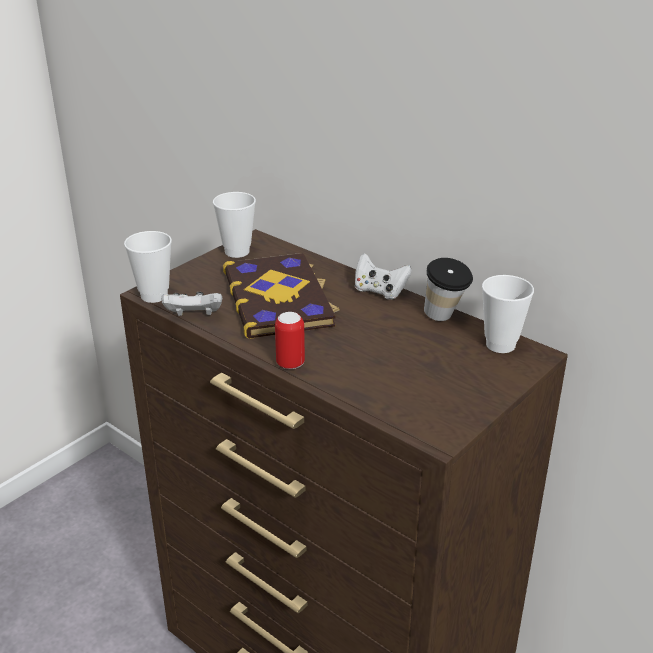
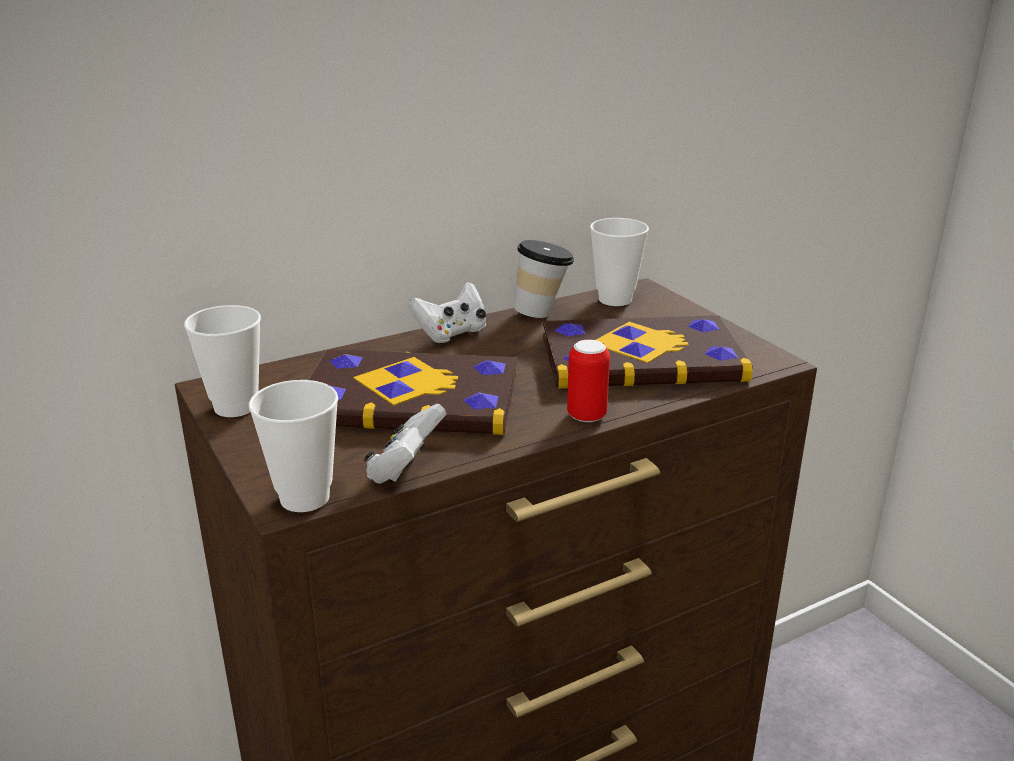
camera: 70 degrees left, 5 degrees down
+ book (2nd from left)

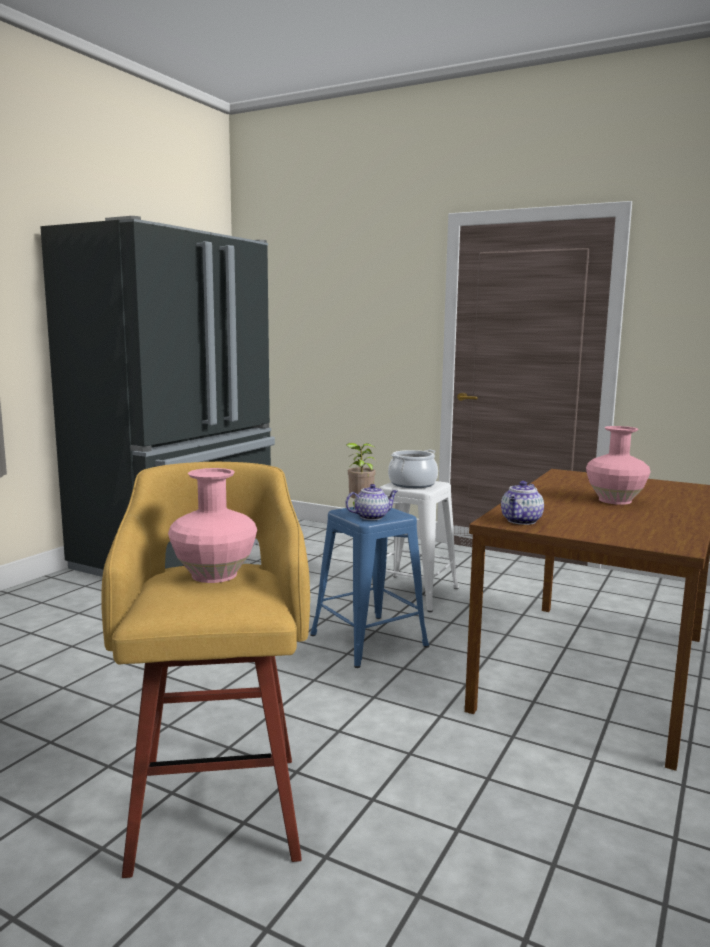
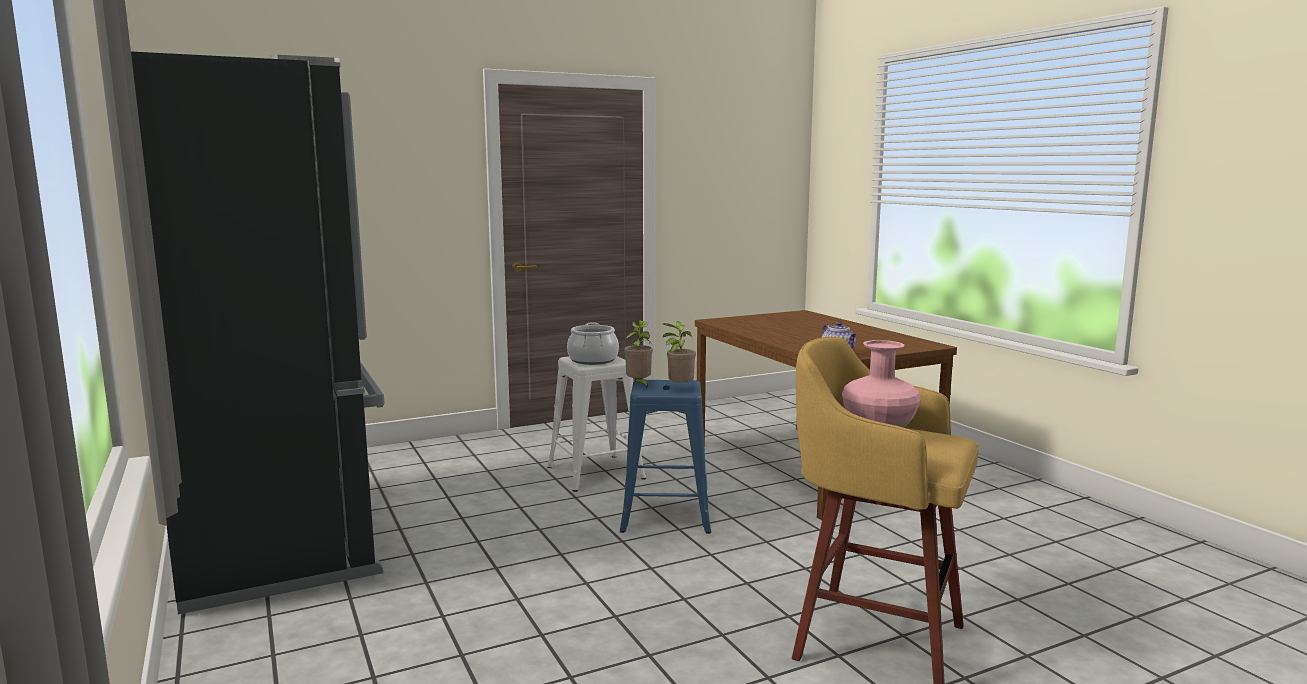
camera: 55 degrees left, 0 degrees up
- pinkish decorative vase (2nd from left)
~ tea pot (1st from left) to plant in a pot (2nd from left)

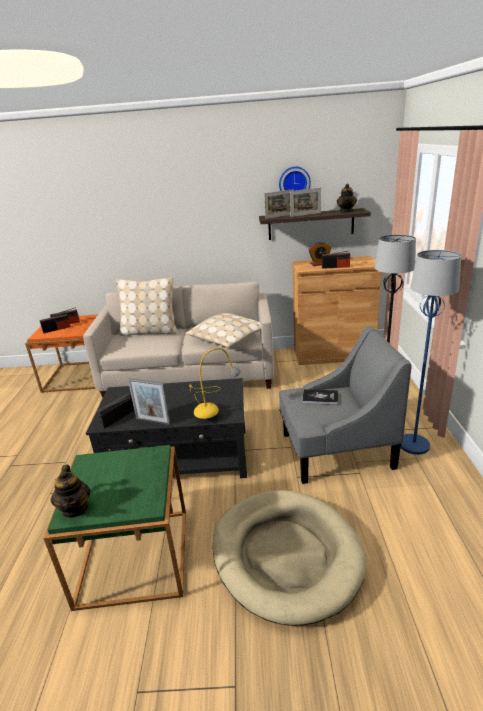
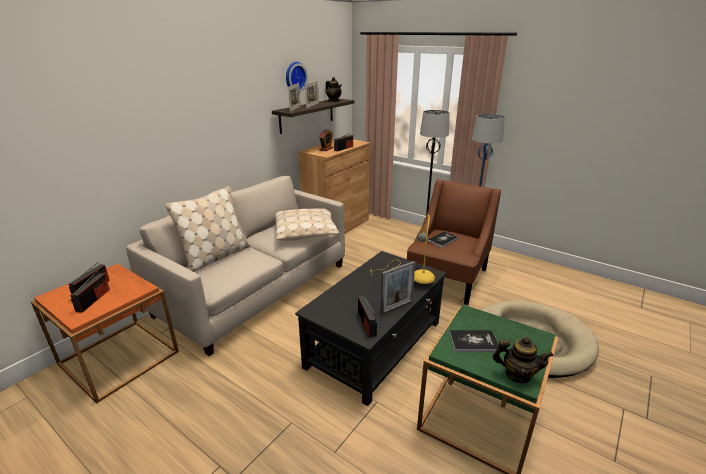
camera: 55 degrees left, 0 degrees up
~ gray easy chair to brownish easy chair
+ book (2nd from left)

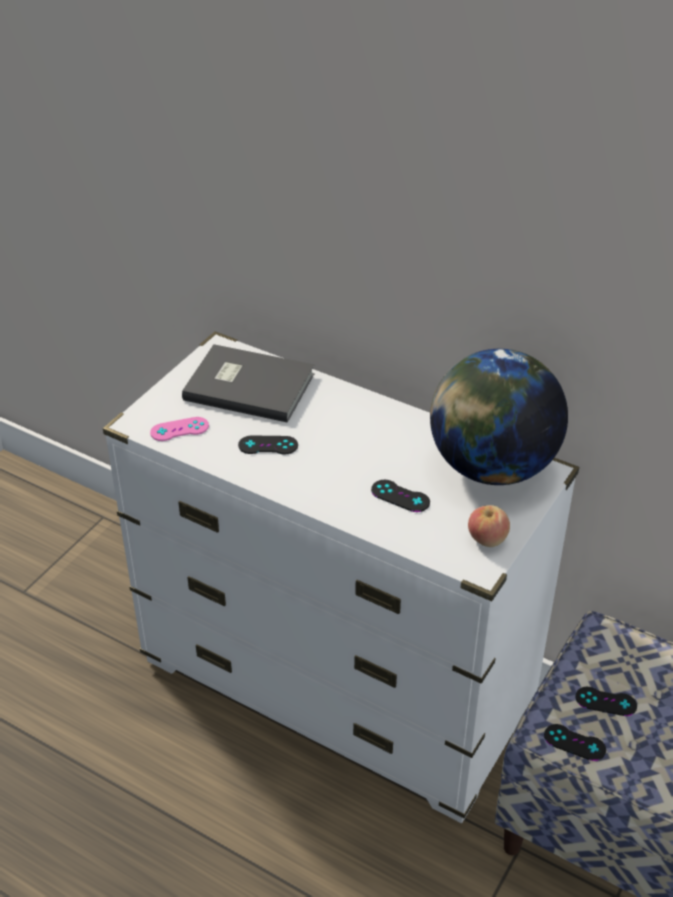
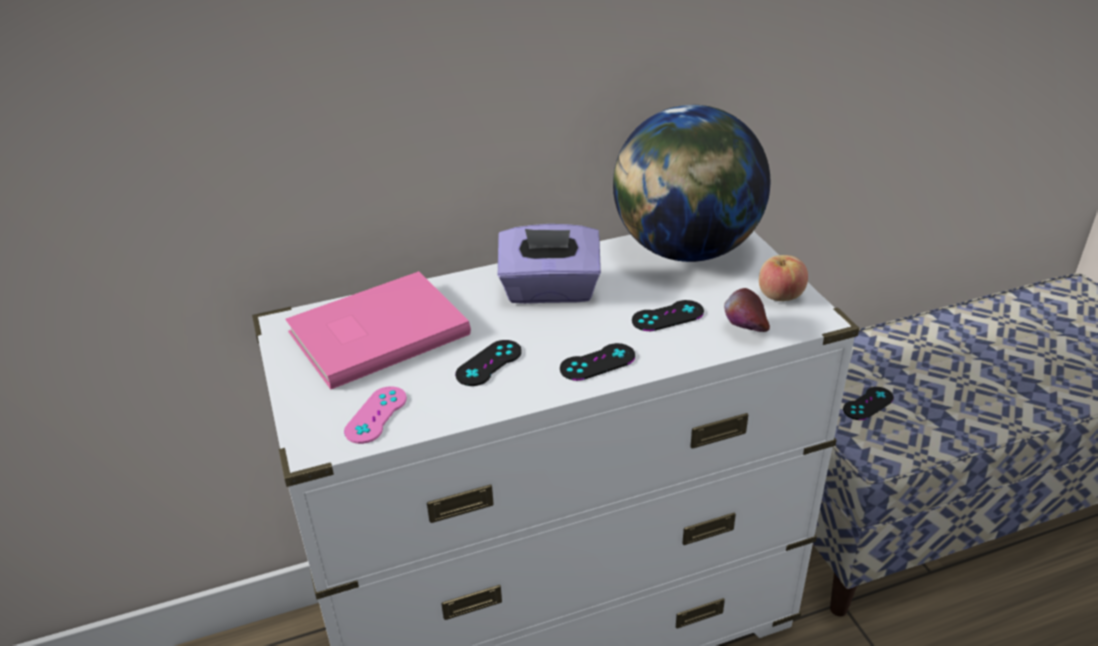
camera: 50 degrees left, 5 degrees down
~ gray book to pinkish book
~ black-coloured game controller (3rd from left in the first image) to black-coloured game controller (2nd from left)
+ purplish tissue box
+ apple (1st from left)

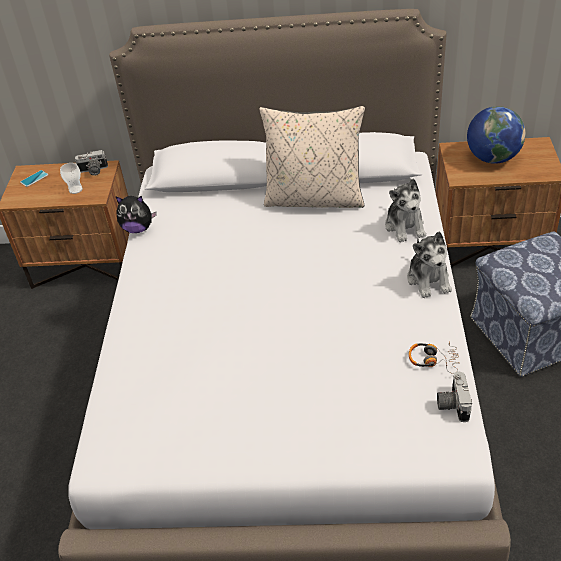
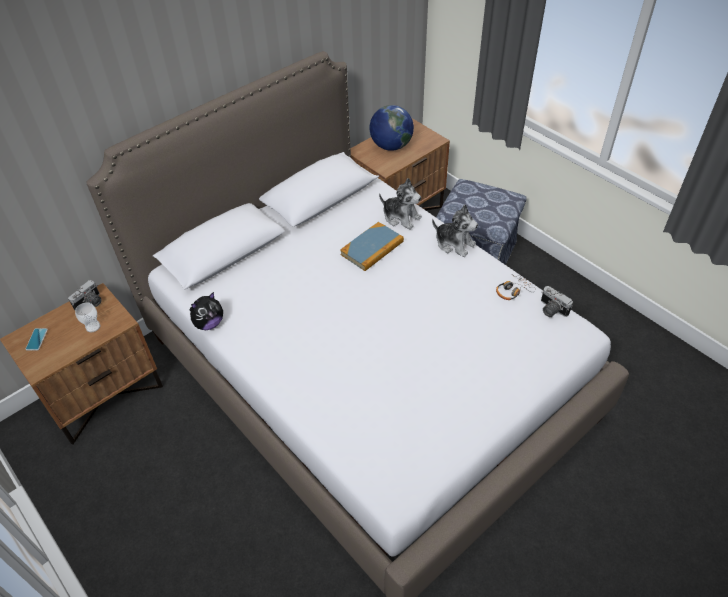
camera: 45 degrees left, 5 degrees up
- beige-coloured pillow
+ book

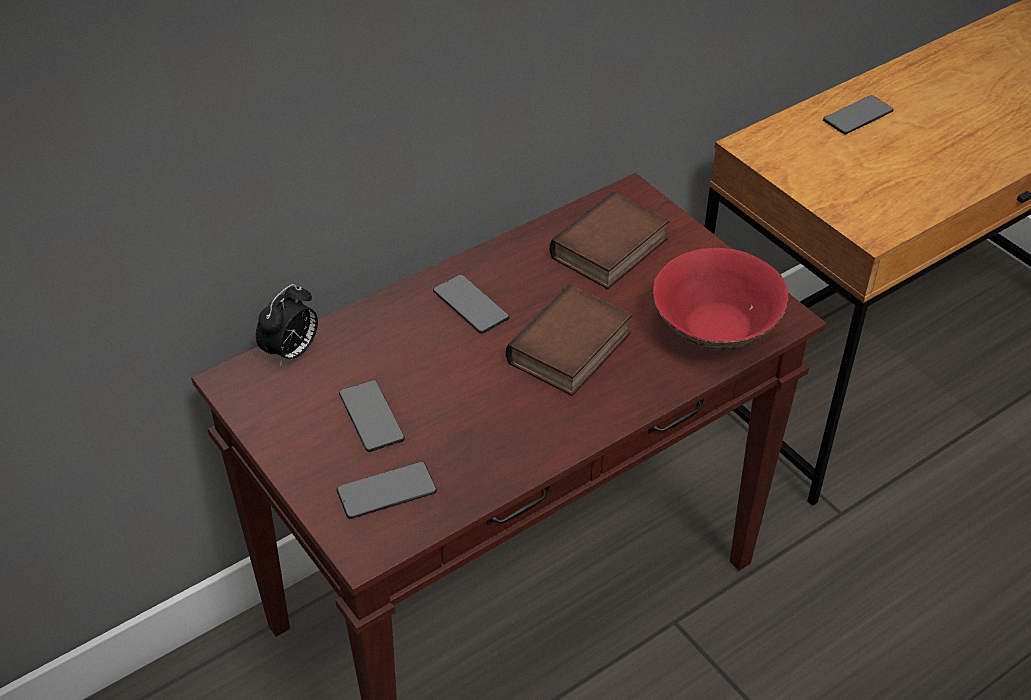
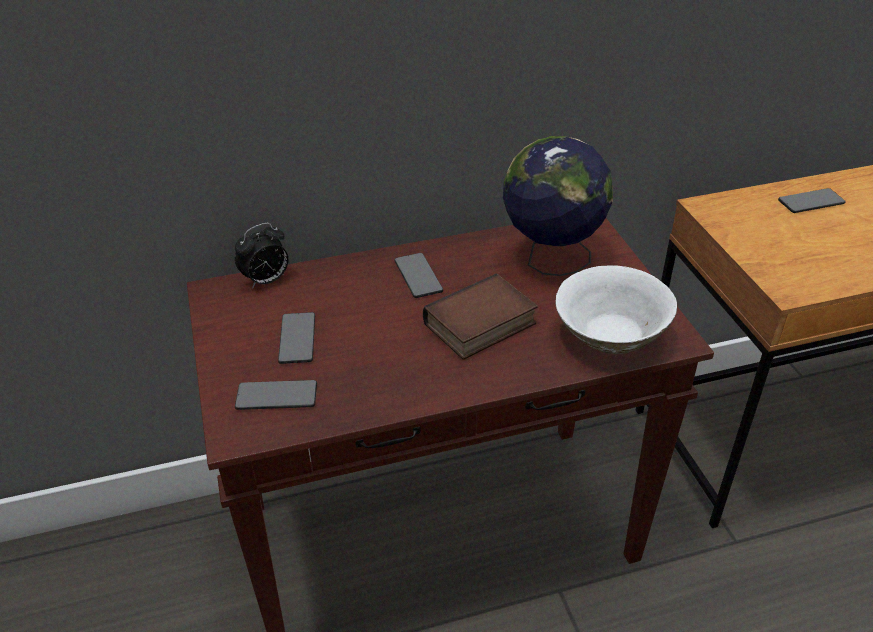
camera: 20 degrees right, 5 degrees down
~ book (2nd from left) to desk globe
~ red-coloured bowl to white-coloured bowl

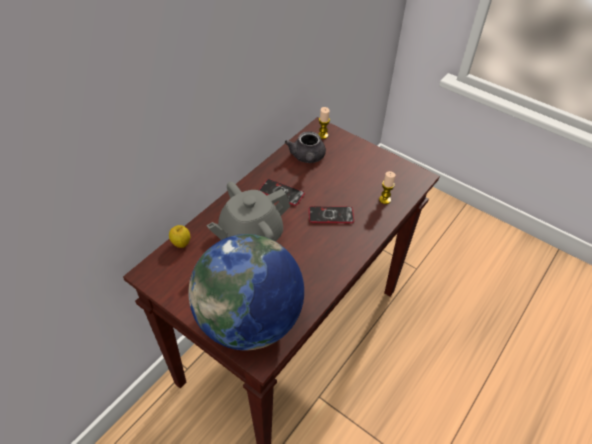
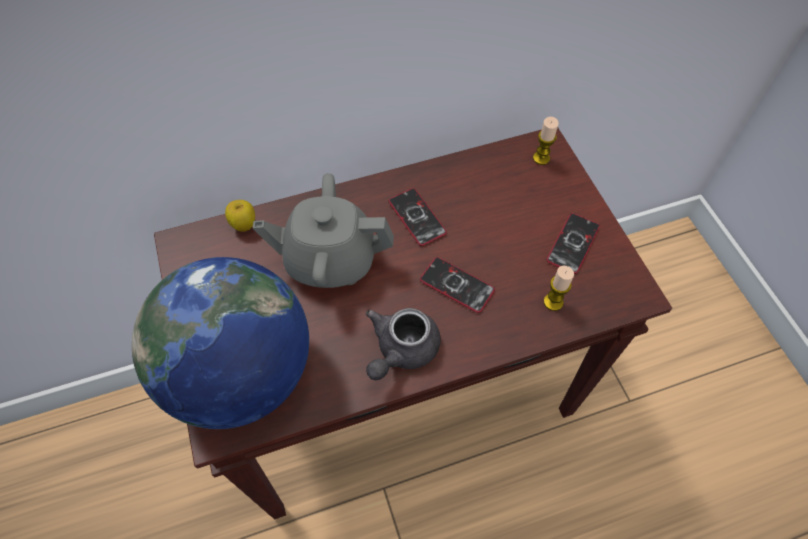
camera: 35 degrees right, 10 degrees up
~ gray tea pot (2nd from left)
+ handset (3rd from left)

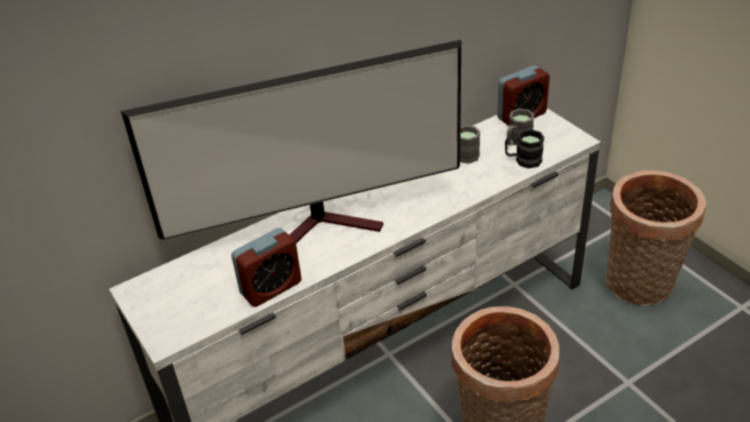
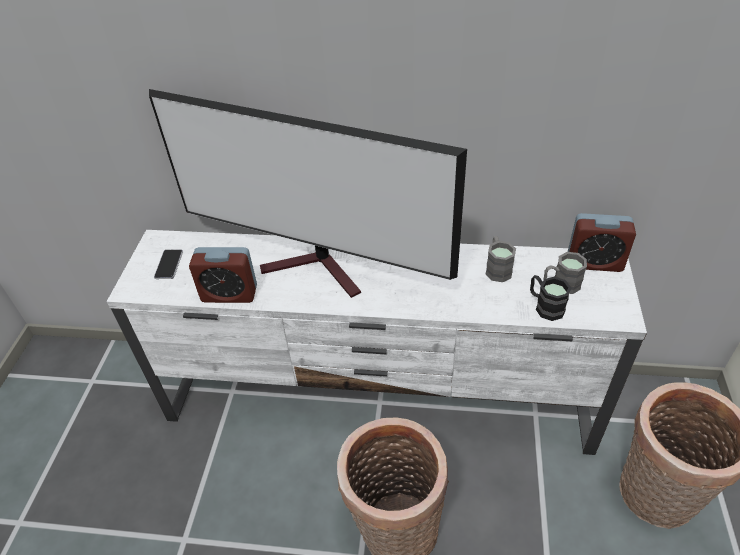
camera: 40 degrees right, 5 degrees up
+ handset

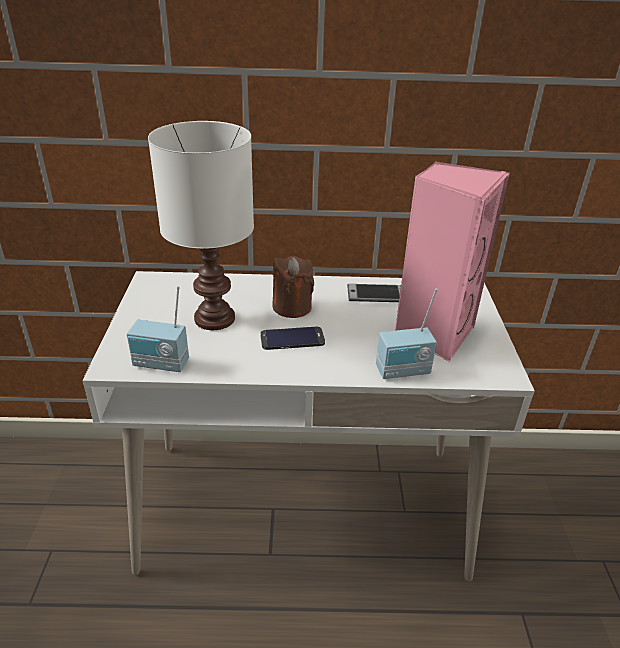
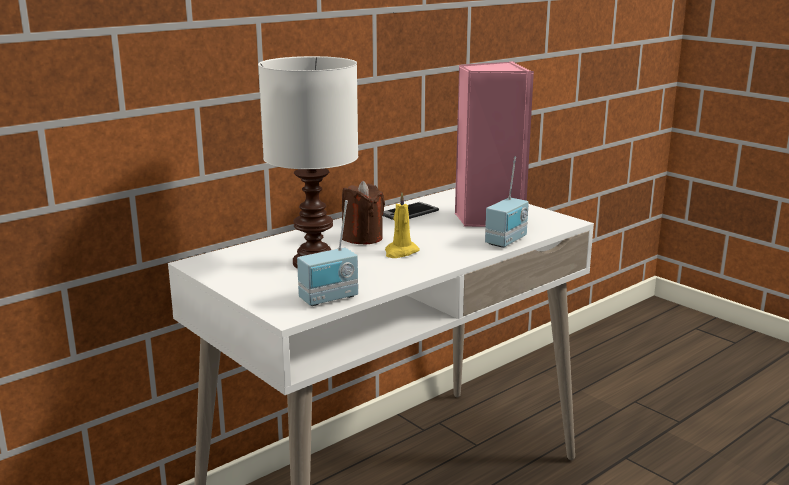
camera: 40 degrees left, 15 degrees down
~ handset (1st from left) to yellow-coloured wax candle

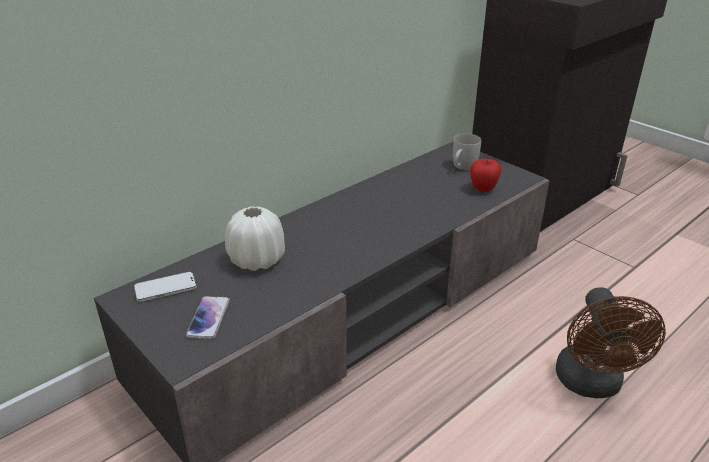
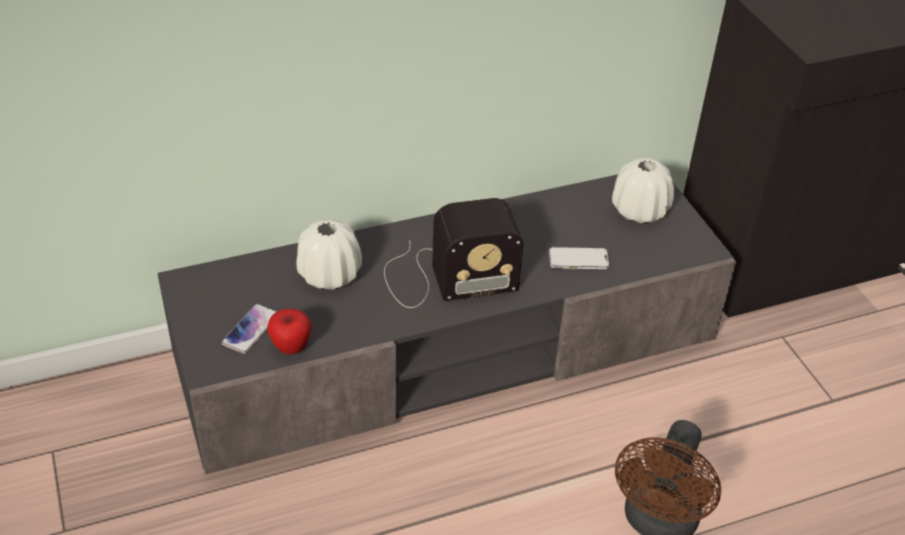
camera: 20 degrees right, 10 degrees up
~ white-coloured coffee mug to white-coloured decorative vase (2nd from left)
~ apple
~ handset (1st from left in the first image) to handset (2nd from left)
+ radio receiver

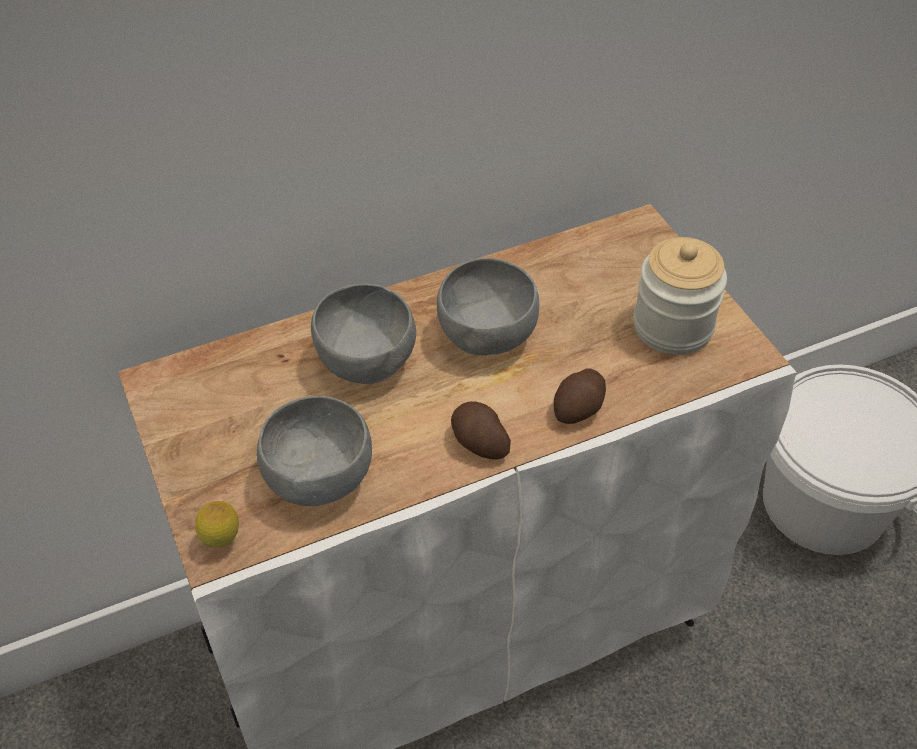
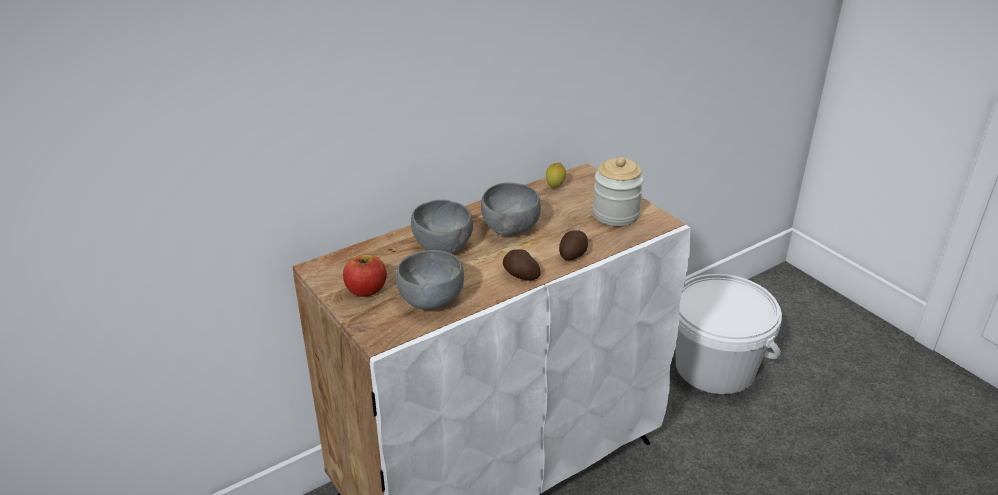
camera: 10 degrees left, 15 degrees down
~ whole lemon
+ apple

